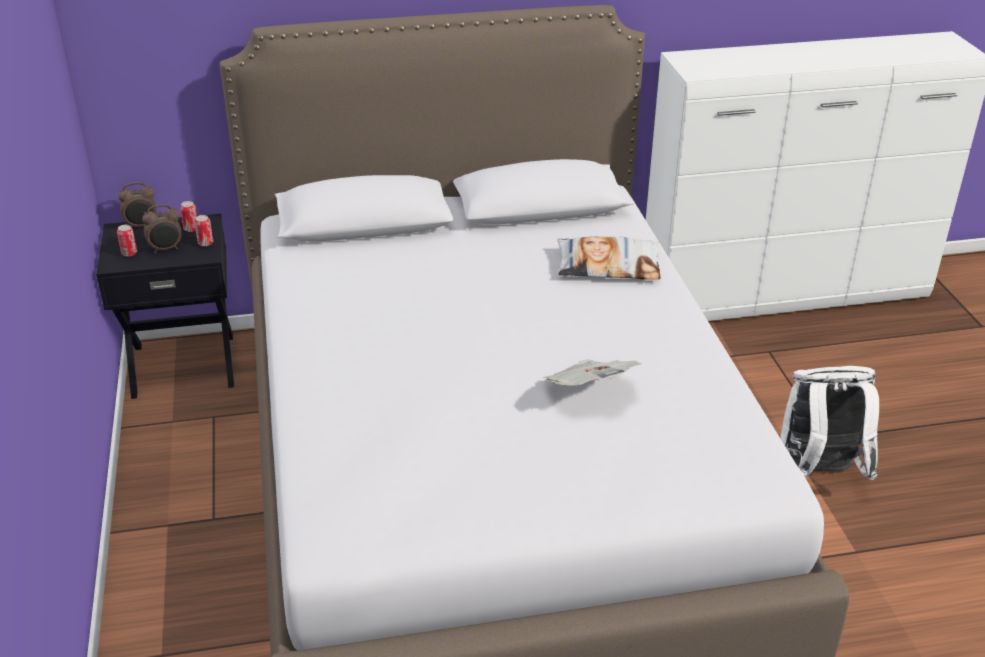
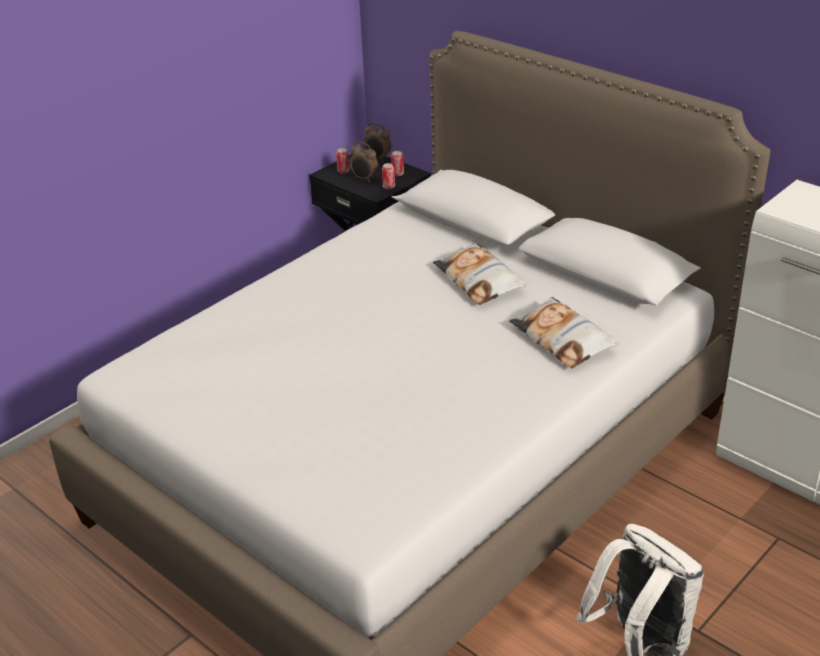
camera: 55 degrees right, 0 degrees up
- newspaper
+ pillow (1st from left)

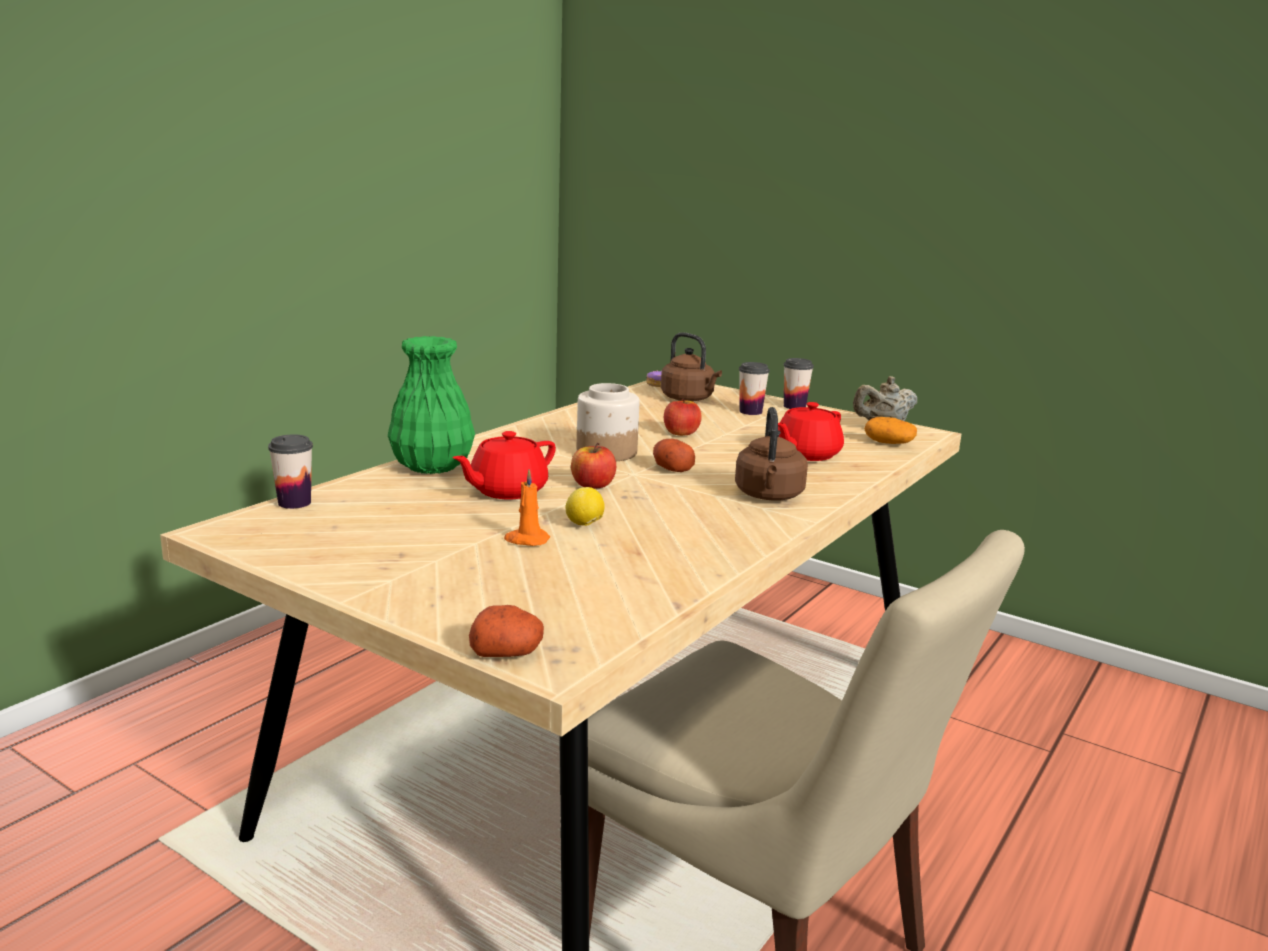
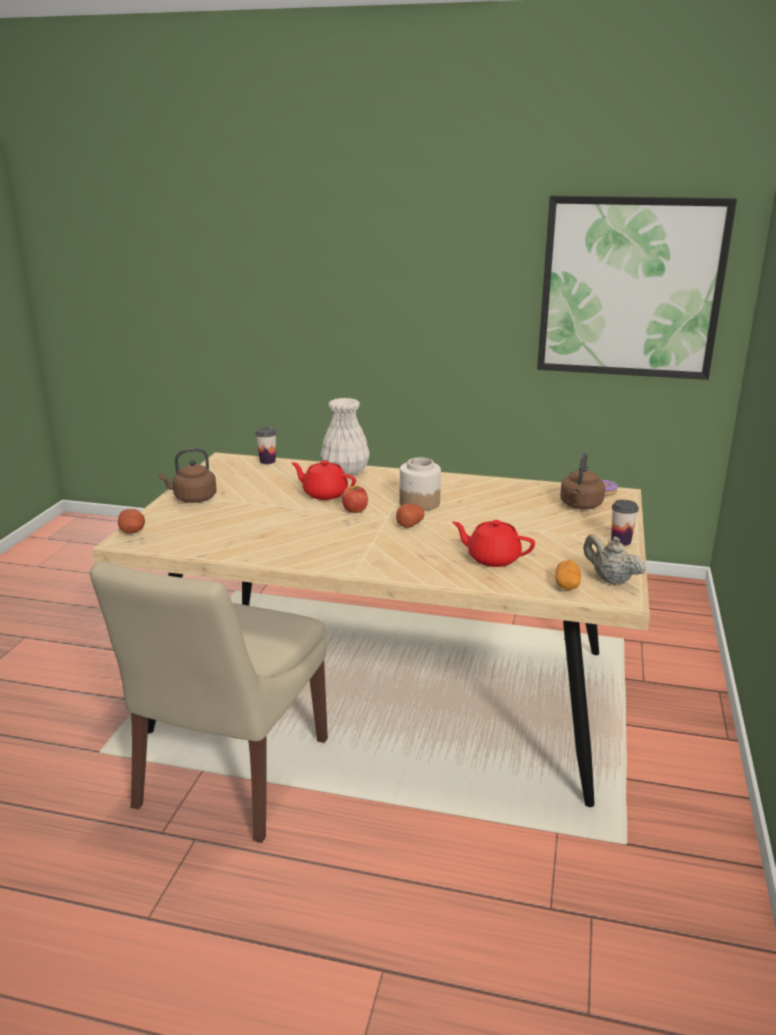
camera: 70 degrees right, 5 degrees up
~ green-coloured decorative vase to white-coloured decorative vase
- cup (2nd from left)
- apple (2nd from left)
~ brownish water kettle (2nd from left in the first image) to brownish water kettle (1st from left)
- orange wax candle
- whole lemon
+ wall art

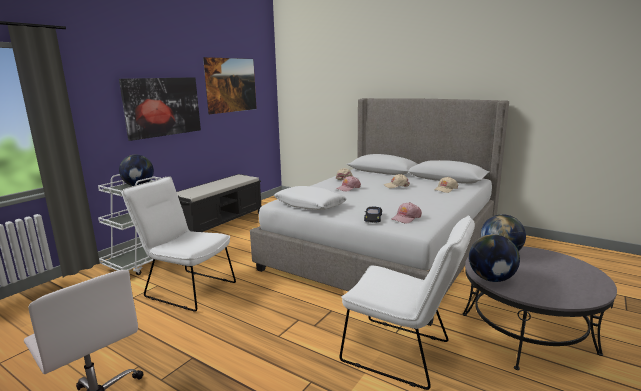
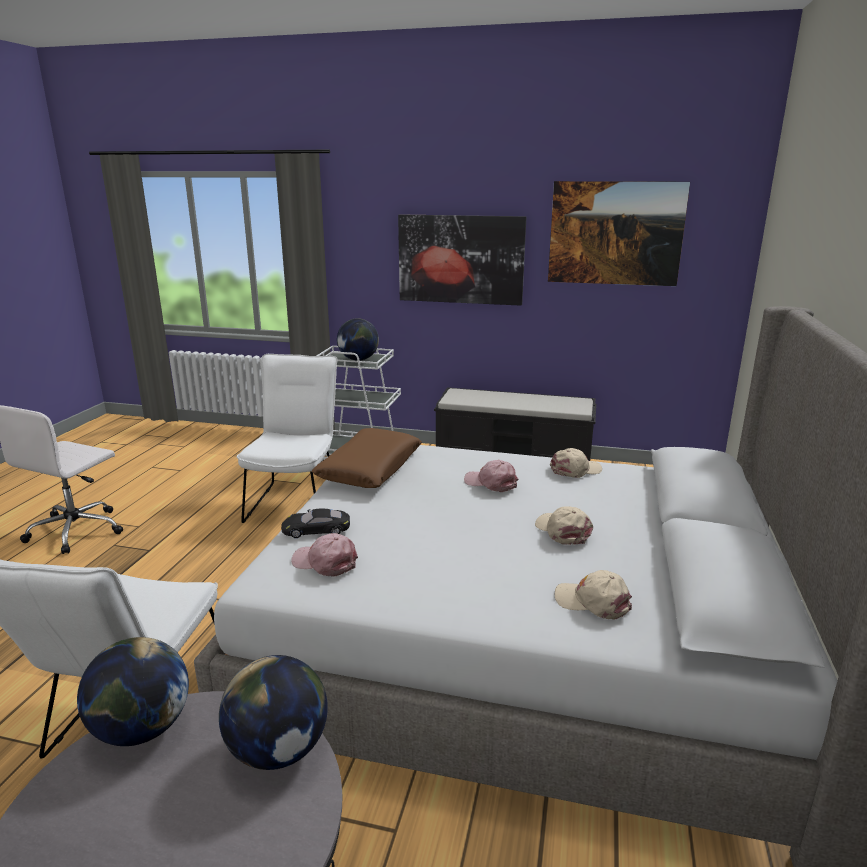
camera: 70 degrees right, 5 degrees up
~ white-coloured pillow to brownish pillow

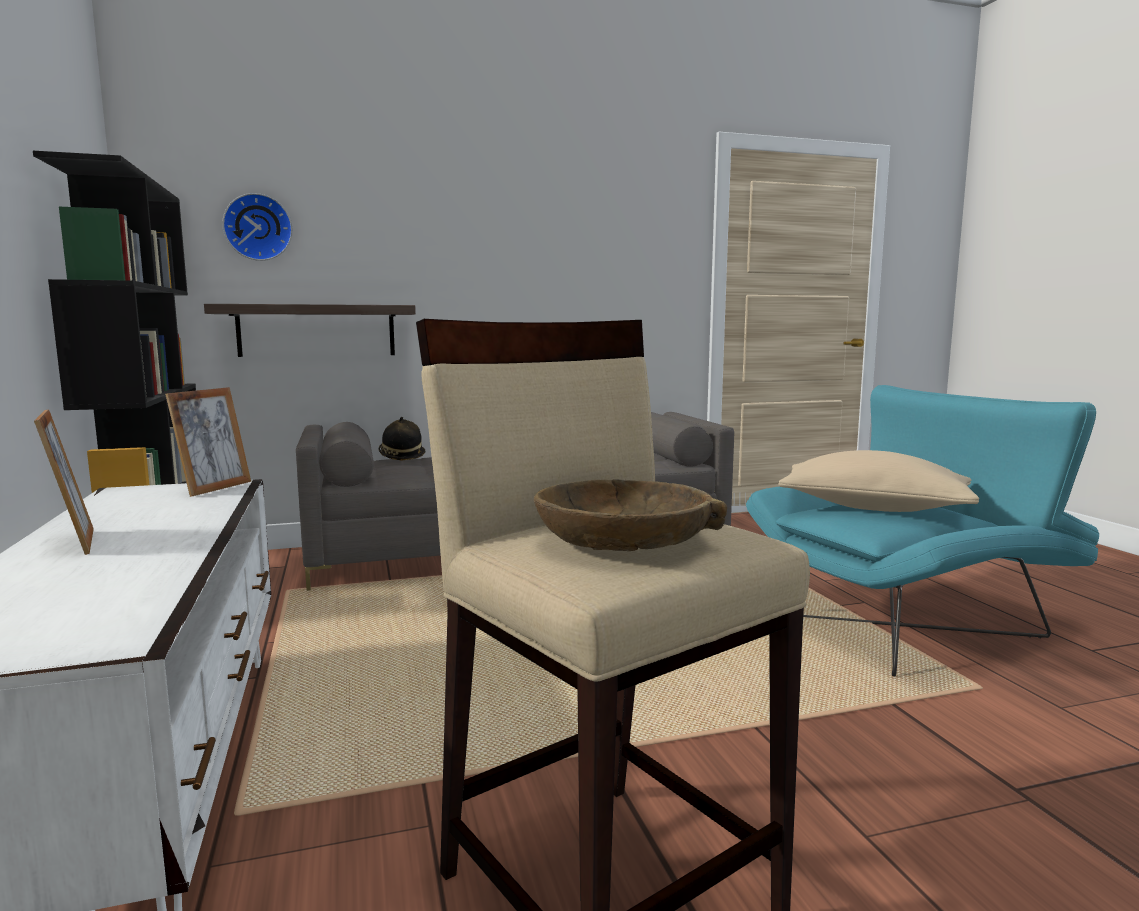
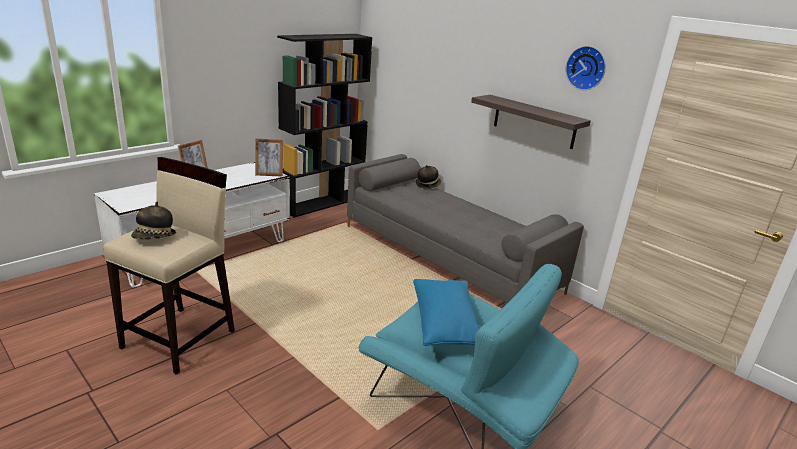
camera: 60 degrees right, 15 degrees up
~ clock on the wall
~ shelf
~ beige-coloured pillow to bluish pillow
~ brownish bowl to hat (1st from left)

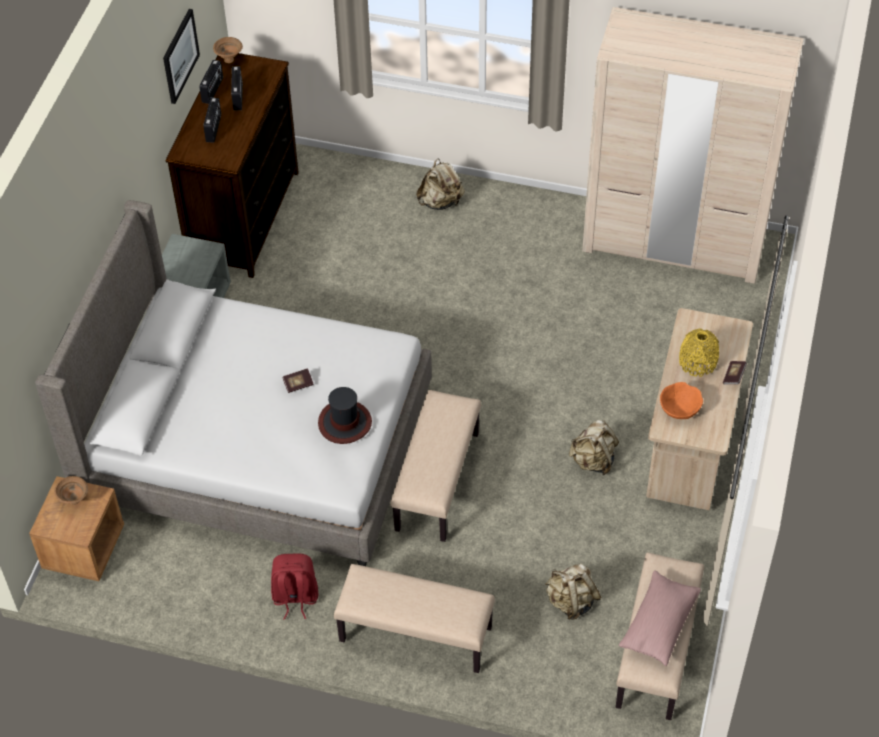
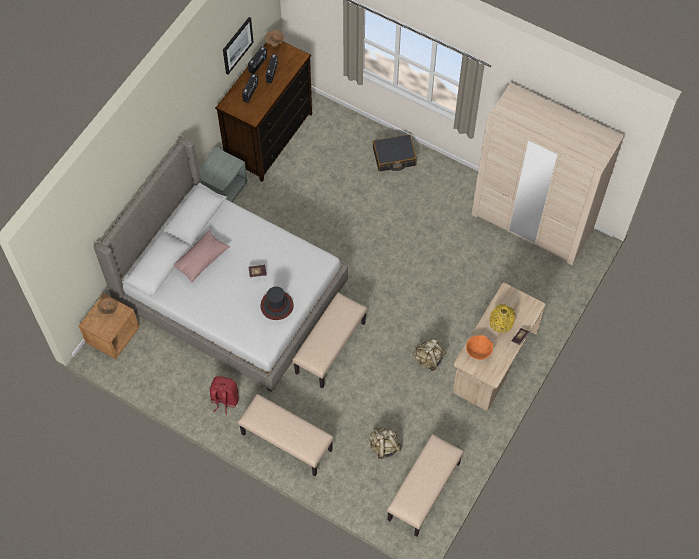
camera: 15 degrees right, 10 degrees up
~ beige-coloured rucksack (1st from left) to black-coloured piece of luggage
~ pinkish pillow

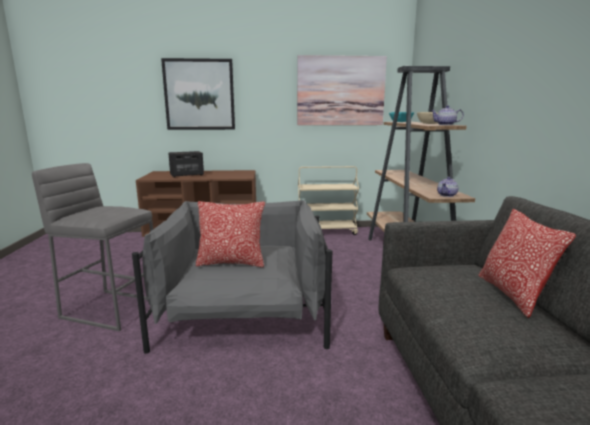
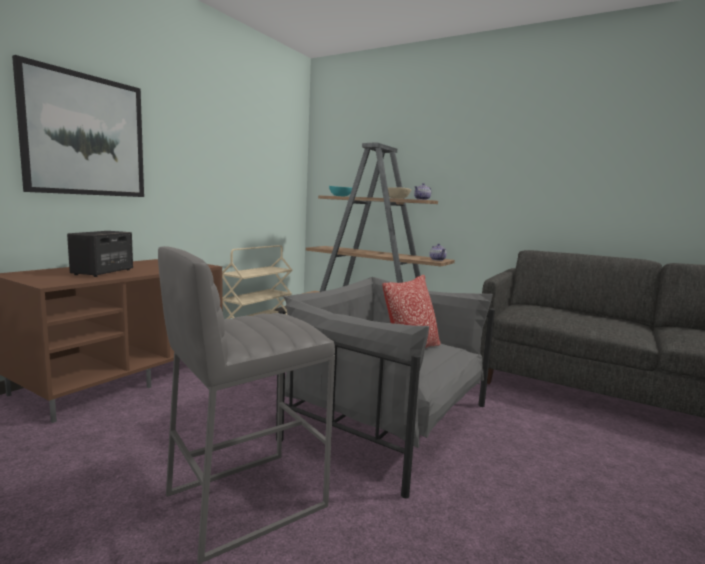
camera: 55 degrees left, 5 degrees down
- wall art (2nd from left)
- pillow (2nd from left)

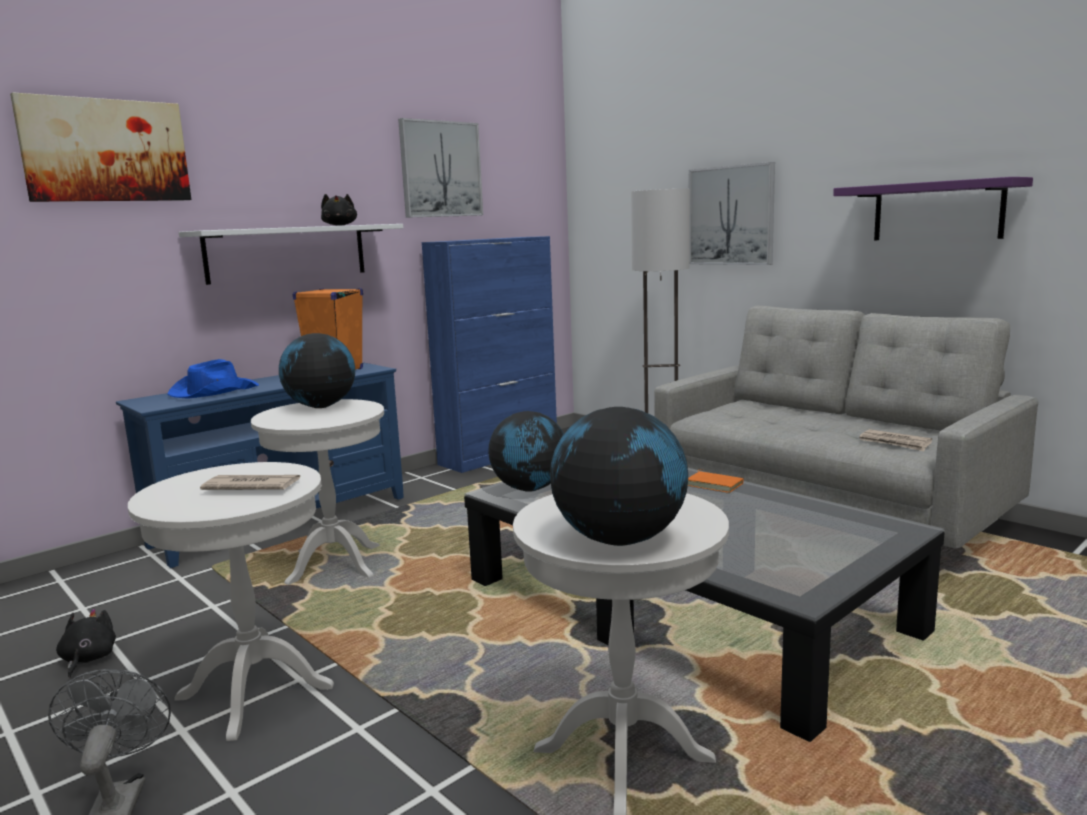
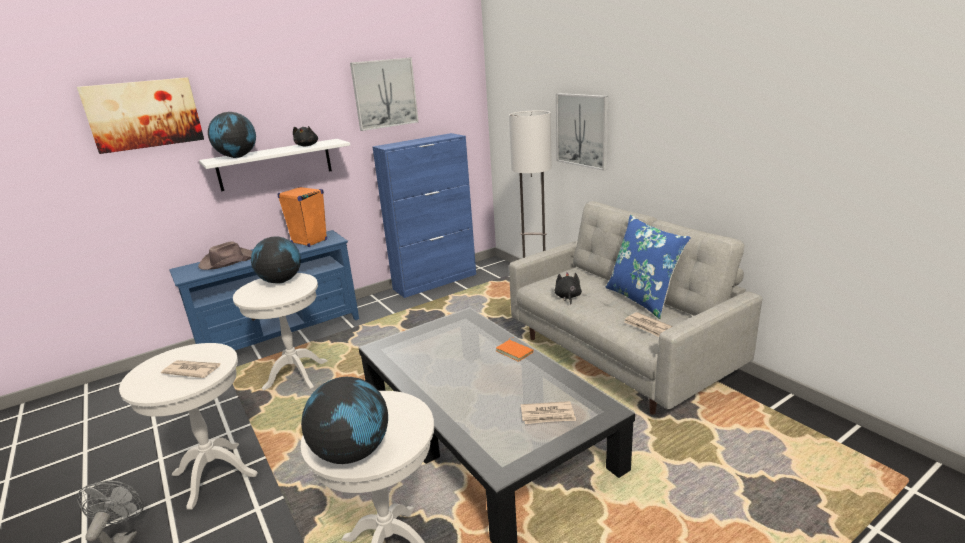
camera: 10 degrees right, 10 degrees up
- purplish shelf
~ bluish hat to brownish hat
~ desk globe (2nd from left in the first image) to desk globe (1st from left)
~ black-coloured soft toy (1st from left in the first image) to black-coloured soft toy (2nd from left)
+ bluish pillow
+ newspaper (2nd from left)

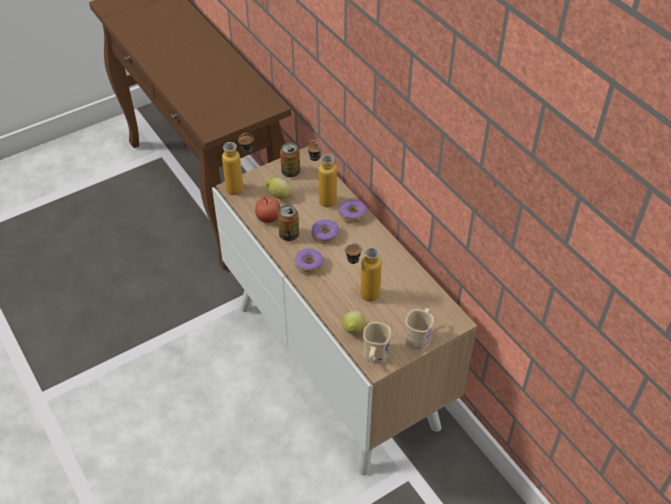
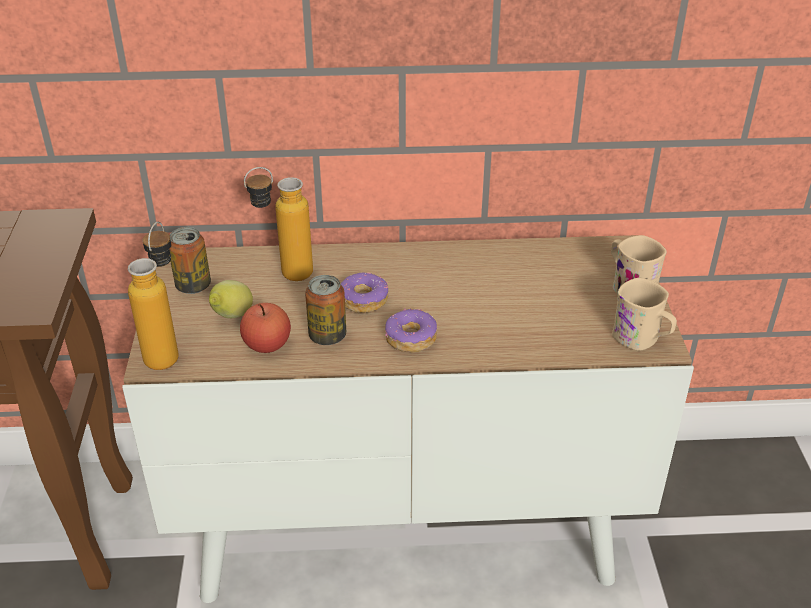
camera: 60 degrees left, 10 degrees down
- ring doughnut (3rd from left)
- beverage bottle (3rd from left)
- whole lemon (2nd from left)

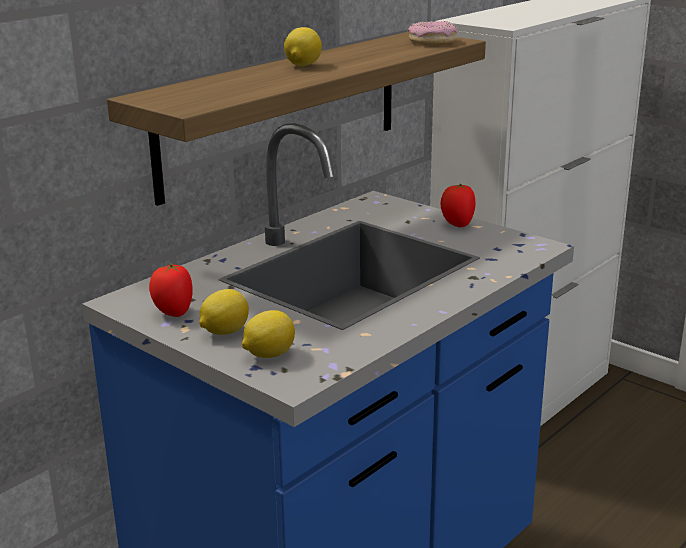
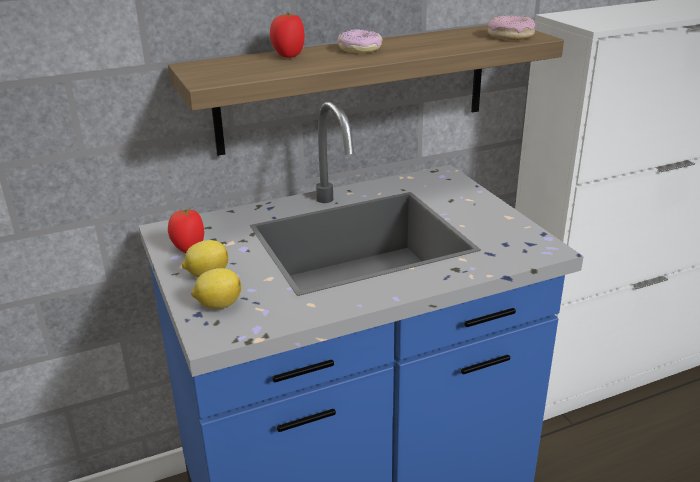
camera: 25 degrees right, 5 degrees up
~ whole lemon (3rd from left) to ring doughnut (1st from left)
~ fresh tomato (2nd from left)

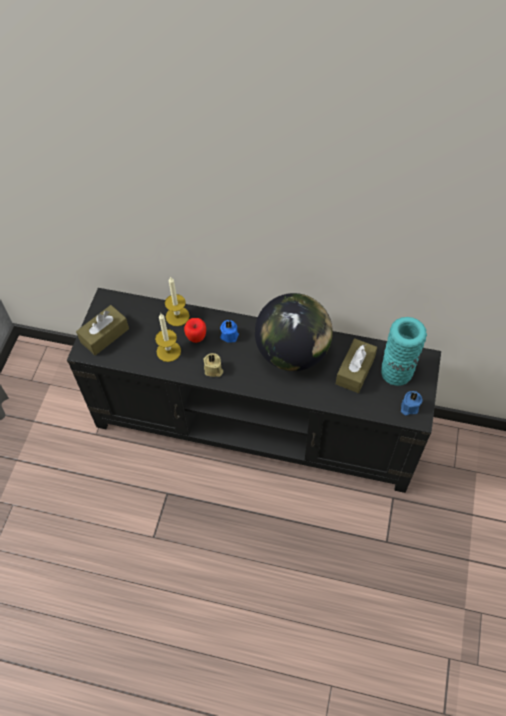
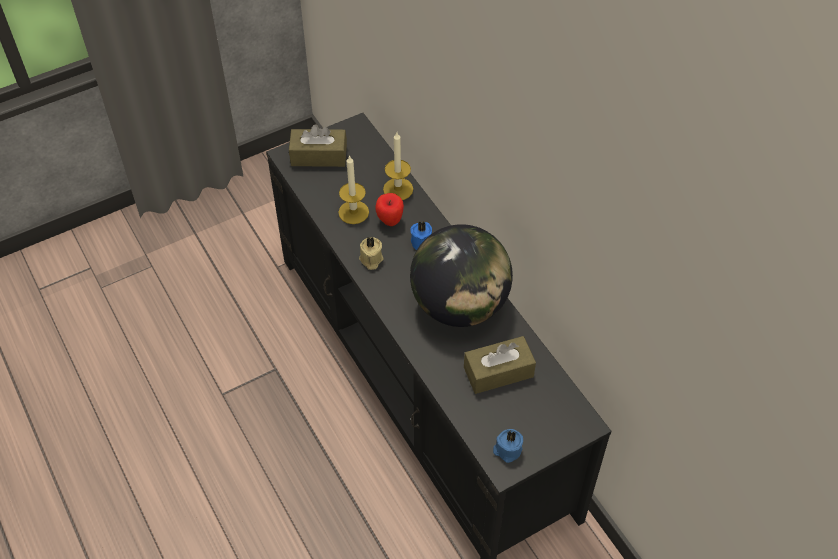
camera: 45 degrees right, 5 degrees down
- turquoise decorative vase

